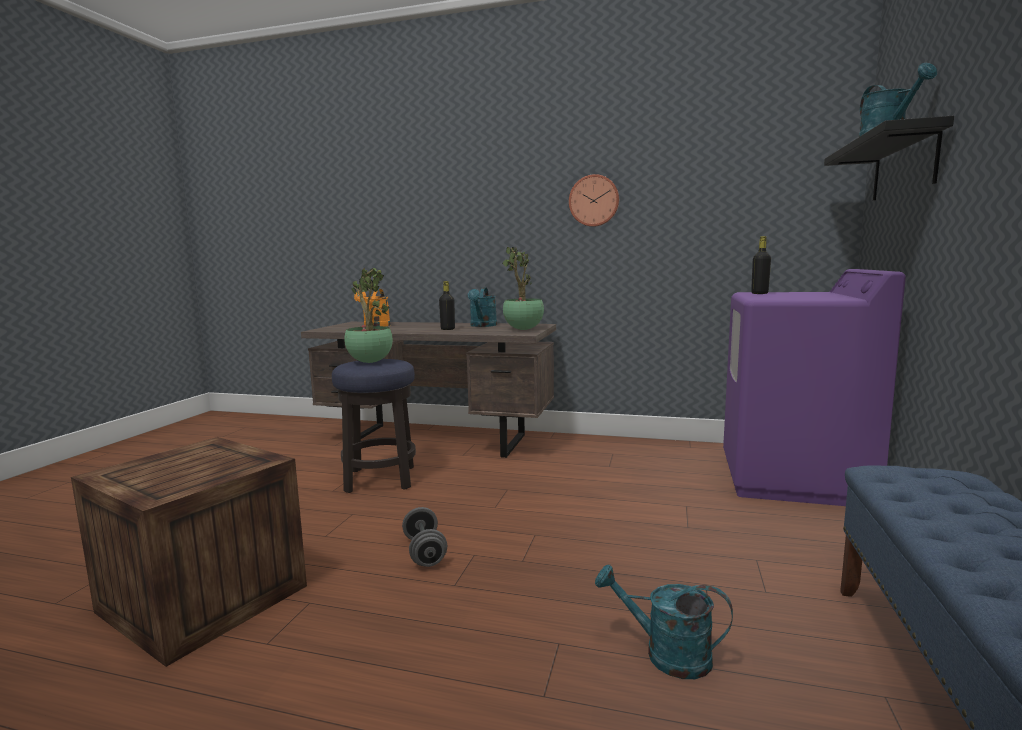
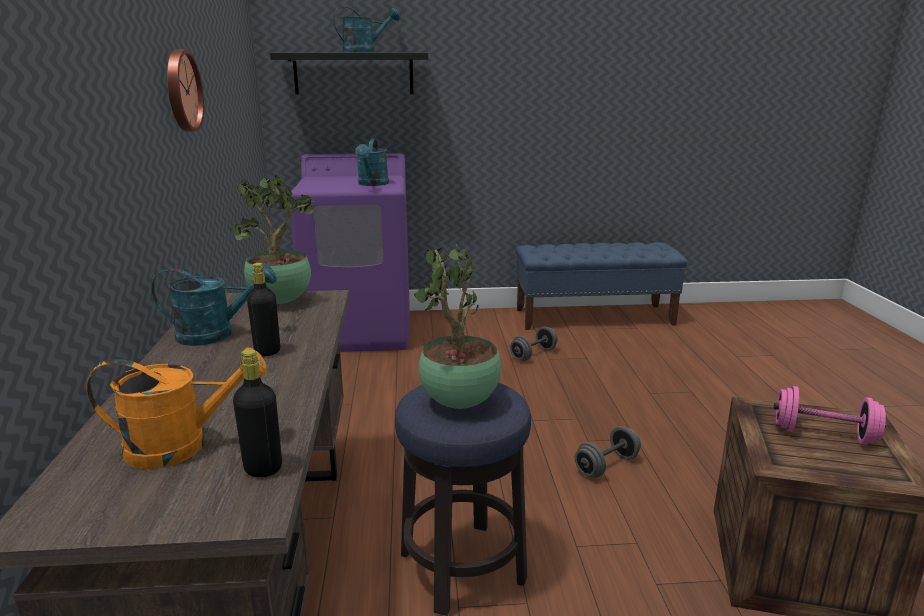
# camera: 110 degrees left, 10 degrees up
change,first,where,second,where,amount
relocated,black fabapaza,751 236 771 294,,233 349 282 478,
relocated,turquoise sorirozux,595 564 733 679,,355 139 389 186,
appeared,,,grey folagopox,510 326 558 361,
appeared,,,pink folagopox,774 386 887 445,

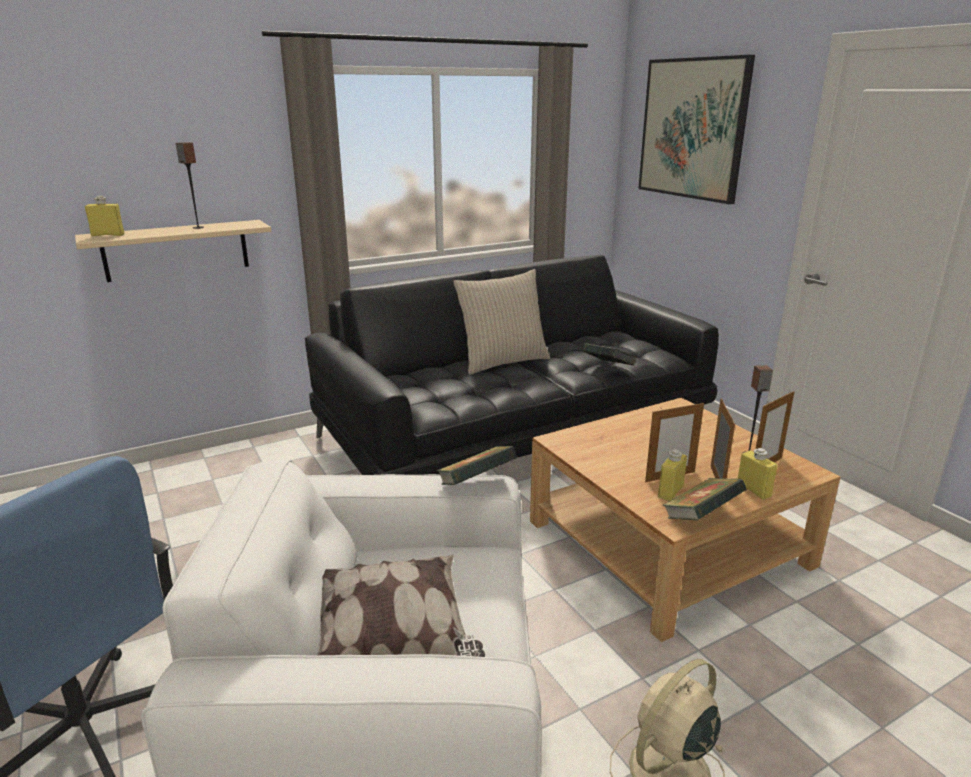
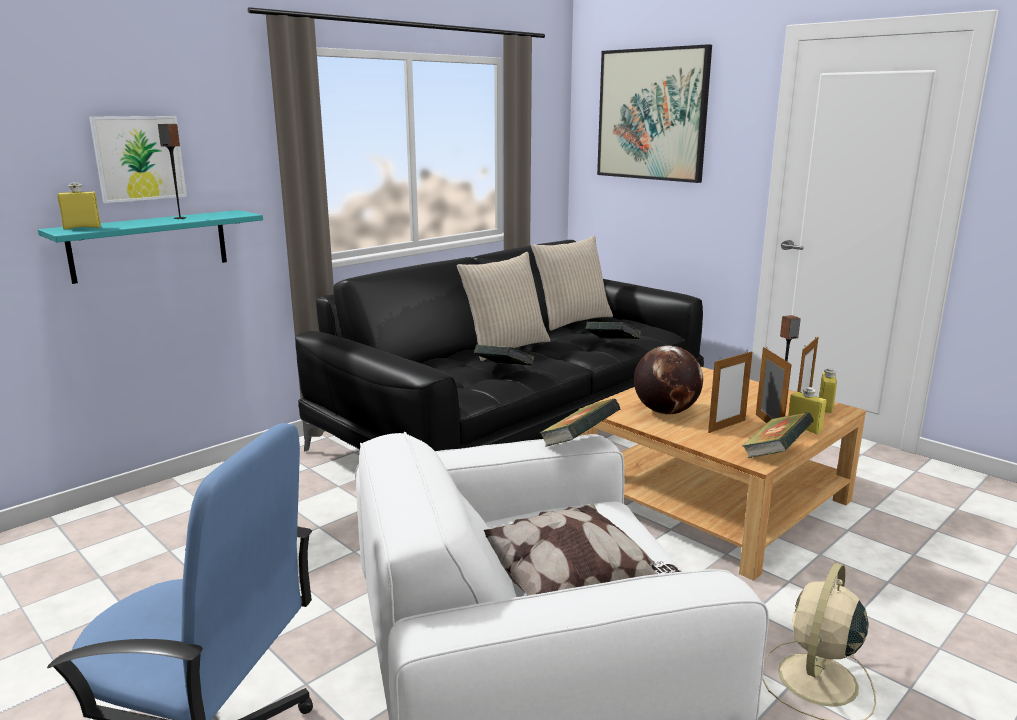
# camera: 15 degrees left, 5 degrees down
change,first,where,second,where,amount
colour,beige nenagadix,75 220 271 282,turquoise nenagadix,38 210 263 284,
relocated,yellow fabapaza,658 450 687 501,,819 368 837 413,
appeared,,,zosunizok,89 116 187 203,
appeared,,,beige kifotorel,531 236 613 331,
appeared,,,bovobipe,474 345 535 365,
appeared,,,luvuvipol,634 345 703 415,

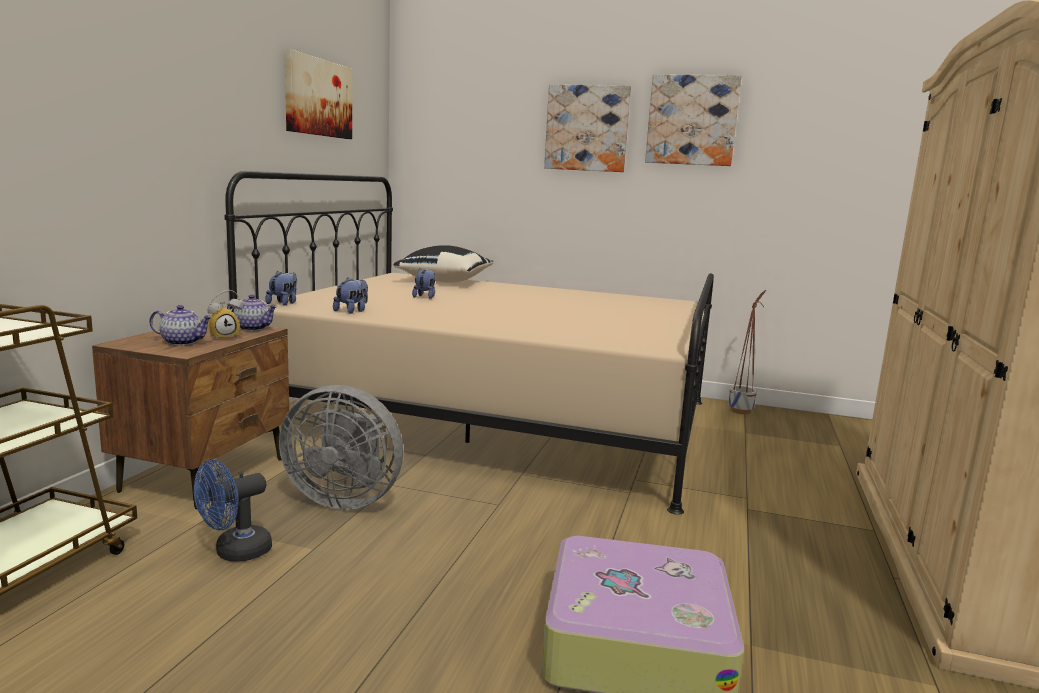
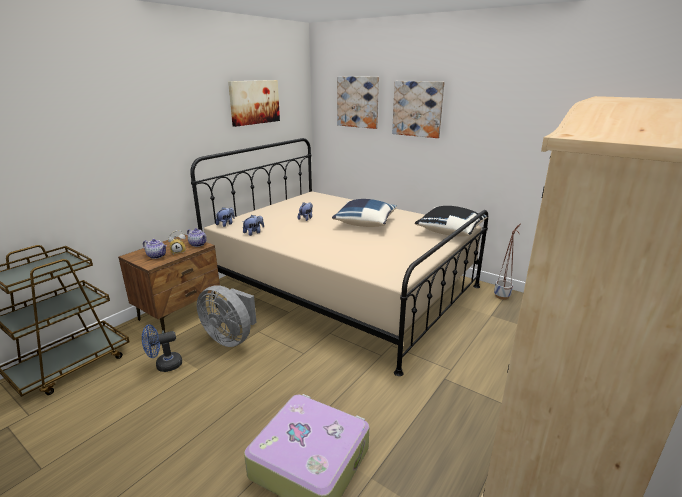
# camera: 20 degrees right, 10 degrees up
change,first,where,second,where,amount
relocated,zosunizok,645 74 741 166,,337 76 379 129,
relocated,black kifotorel,393 245 493 283,,415 206 488 237,
appeared,,,blue kifotorel,332 199 397 227,

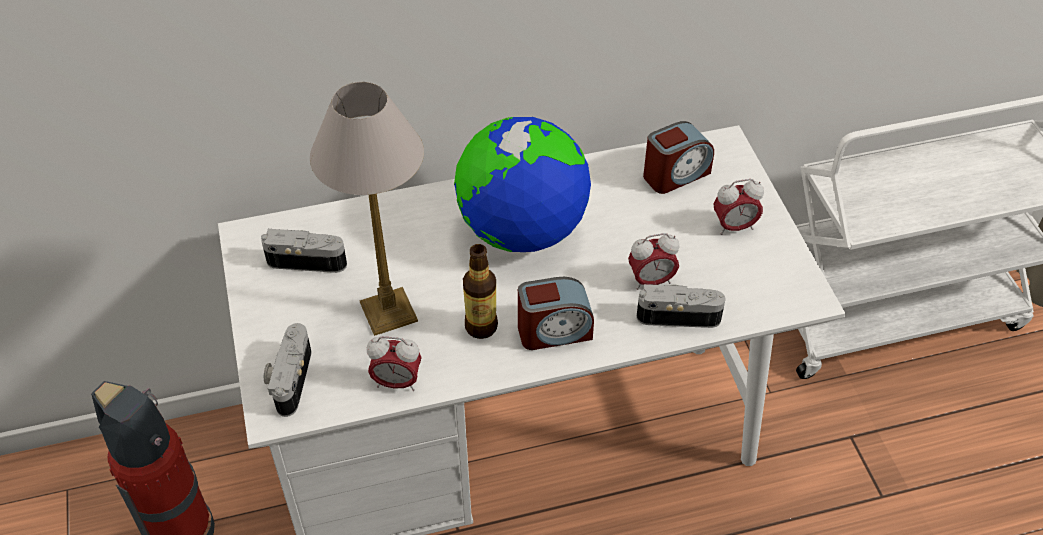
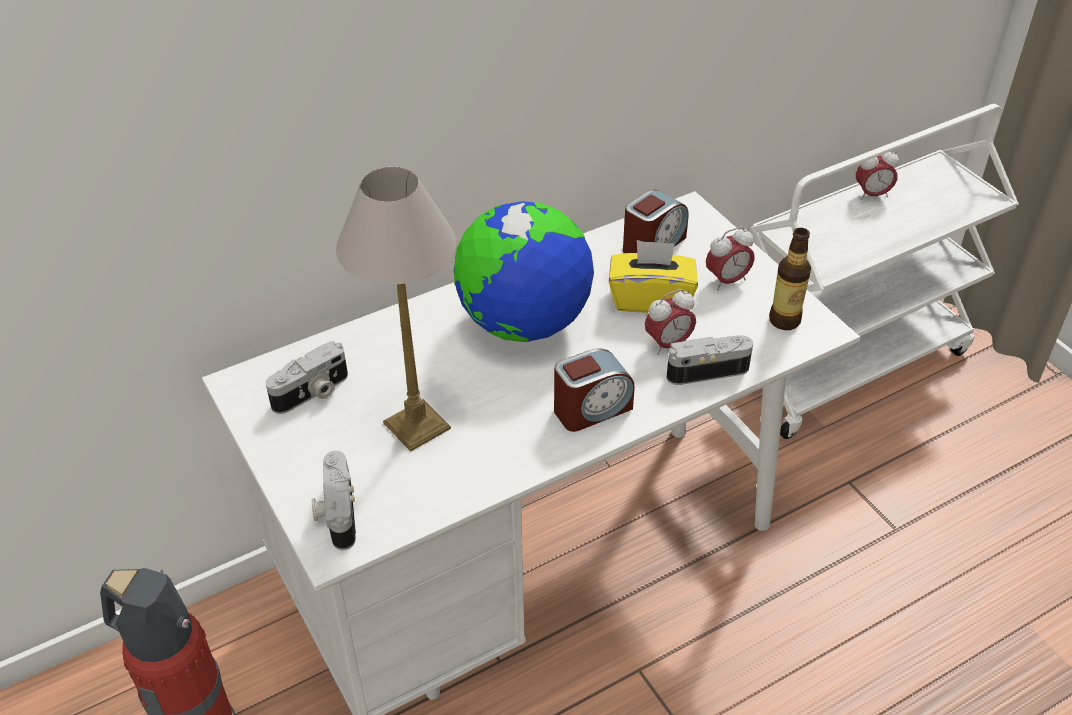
# camera: 15 degrees left, 5 degrees down
change,first,where,second,where,amount
spun,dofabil,261 229 347 273,,266 341 348 414,150 degrees clockwise
relocated,fabapaza,463 244 498 339,,769 228 811 330,
relocated,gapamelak,367 336 422 391,,856 151 899 200,
appeared,,,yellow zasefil,609 240 698 313,

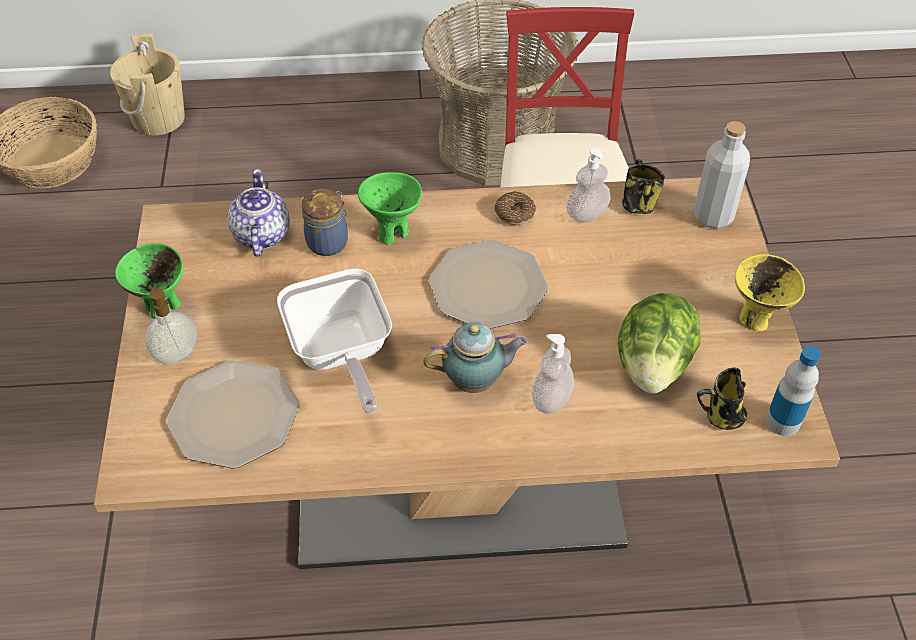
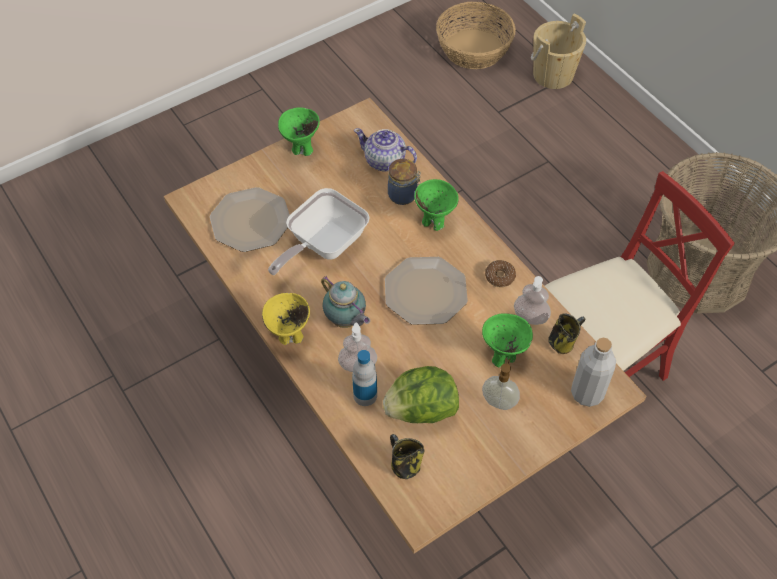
# camera: 60 degrees right, 5 degrees up
change,first,where,second,where,amount
spun,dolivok,228 169 290 257,,354 128 417 171,120 degrees counterclockwise
relocated,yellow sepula,735 254 805 332,,262 293 310 345,
relocated,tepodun,145 285 197 365,,482 358 520 410,
relocated,fabapaza,766 346 821 436,,352 350 377 406,
appeared,,,green sepula,482 313 533 368,

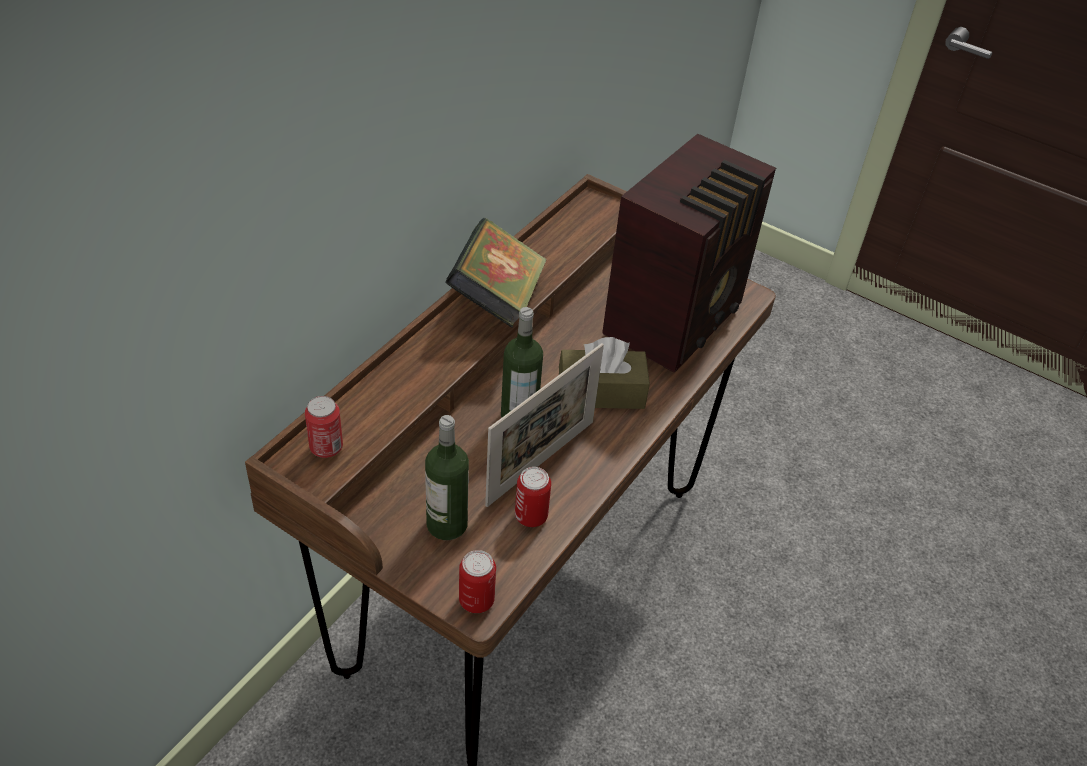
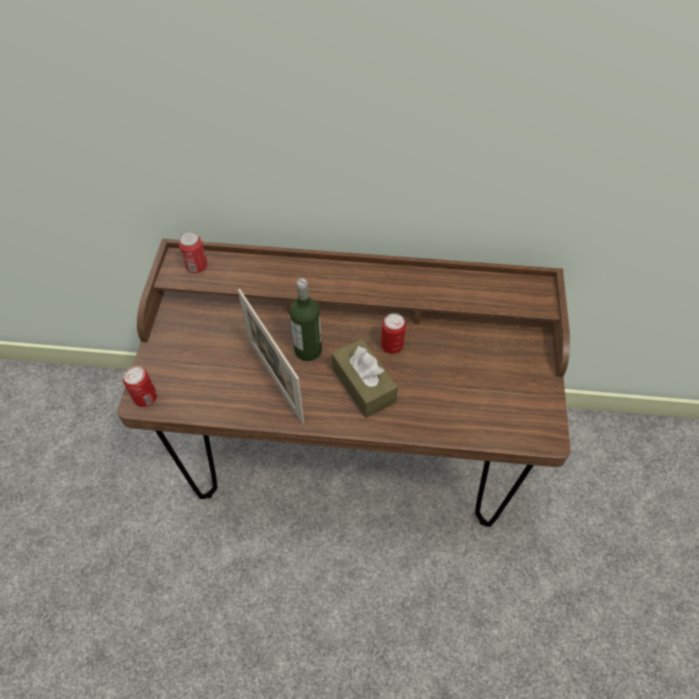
# camera: 65 degrees right, 10 degrees up
change,first,where,second,where,amount
missing,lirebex,602 134 776 373,,,
missing,bovobipe,445 218 547 328,,,
spun,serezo,485 343 604 507,,238 289 304 424,45 degrees clockwise
missing,fabapaza,425 415 469 540,,,
relocated,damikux,515 467 551 527,,381 313 406 354,

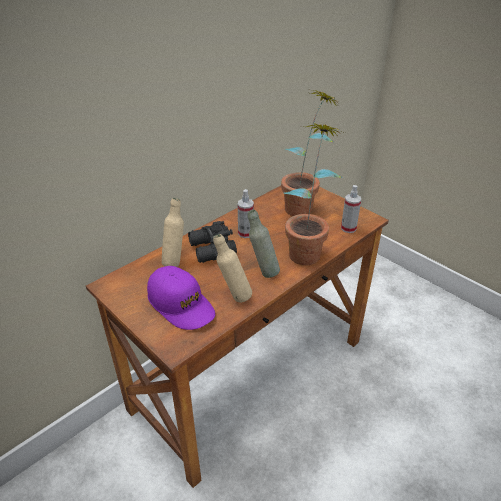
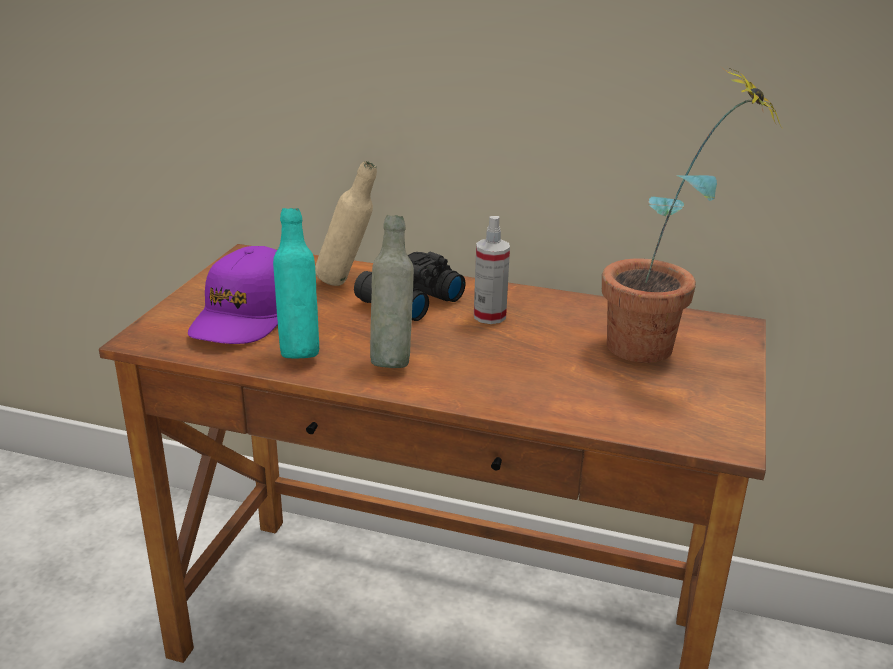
# camera: 60 degrees right, 10 degrees down
change,first,where,second,where,amount
missing,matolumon,284 123 345 265,,,
missing,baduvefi,341 185 361 233,,,
colour,beige fabapaza,213 234 252 303,turquoise fabapaza,273 208 319 359,

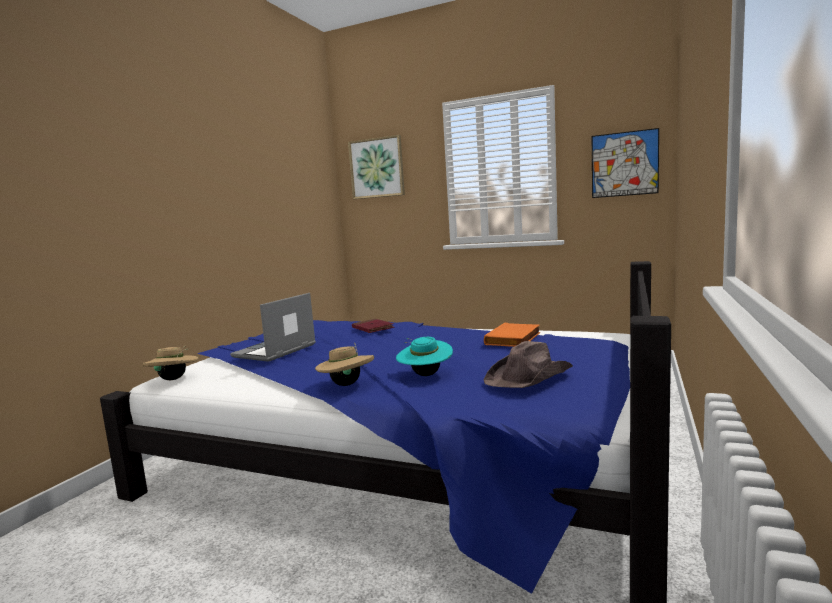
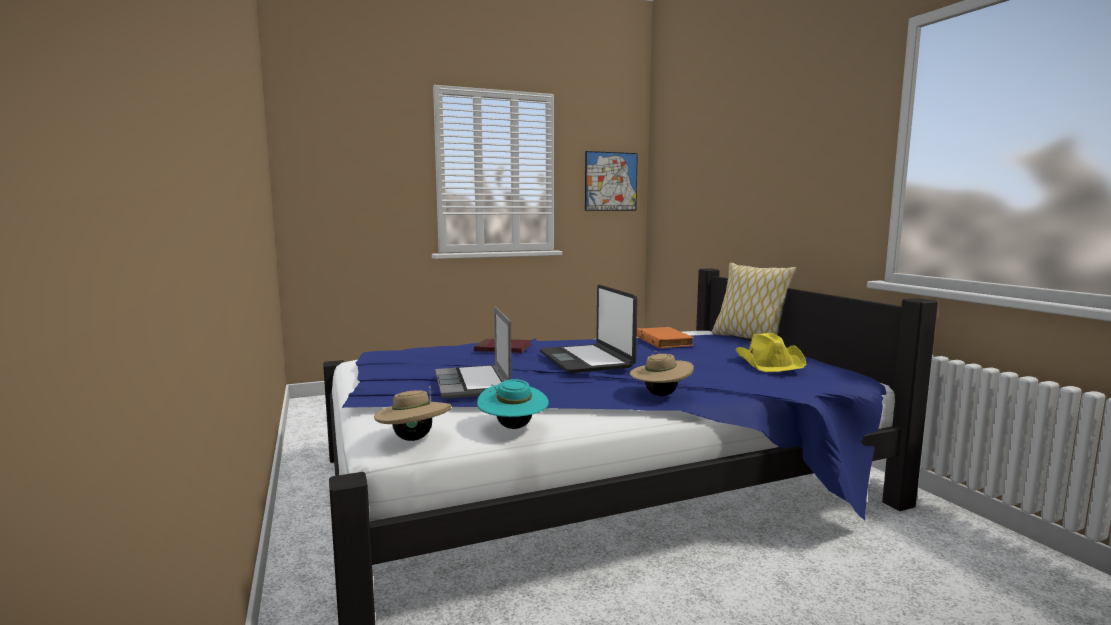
# camera: 45 degrees left, 0 degrees up
change,first,where,second,where,amount
missing,zosunizok,348 135 405 199,,,
relocated,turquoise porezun,396 337 453 376,,477 379 549 429,
colour,brown porezun,483 341 573 388,yellow porezun,735 333 806 372,
appeared,,,kifotorel,712 263 796 339,
appeared,,,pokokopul,540 285 638 373,

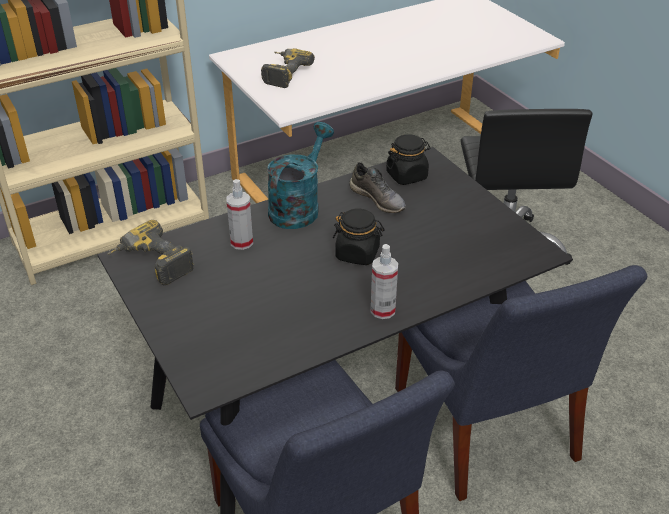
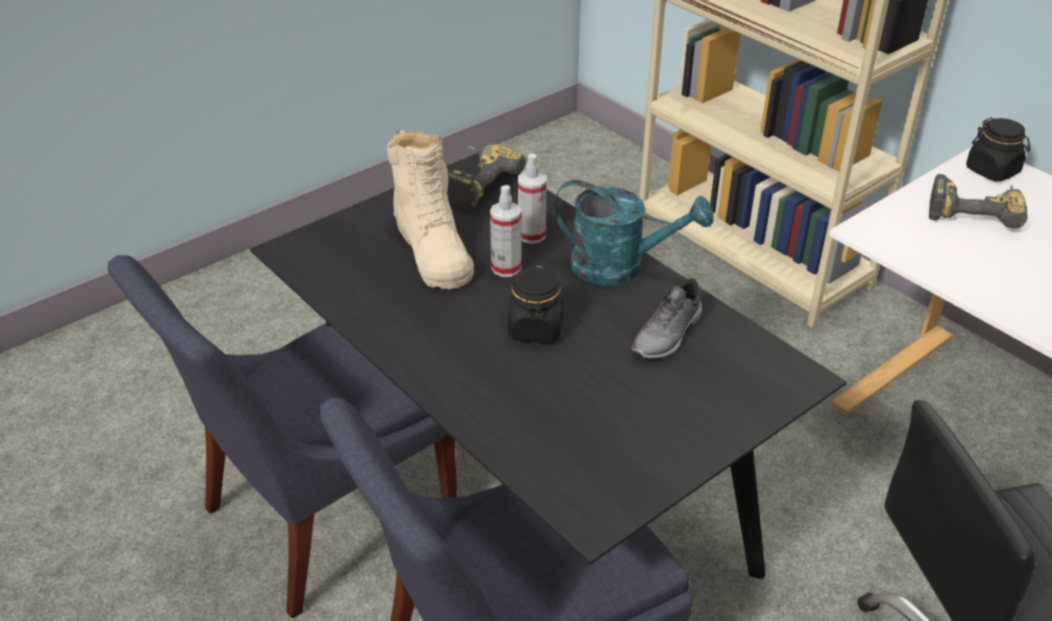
# camera: 80 degrees right, 0 degrees up
change,first,where,second,where,amount
relocated,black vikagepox,386 134 431 185,,966 117 1031 182,
relocated,baduvefi,371 244 398 319,,490 185 521 277,
appeared,,,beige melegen,387 130 474 290,

